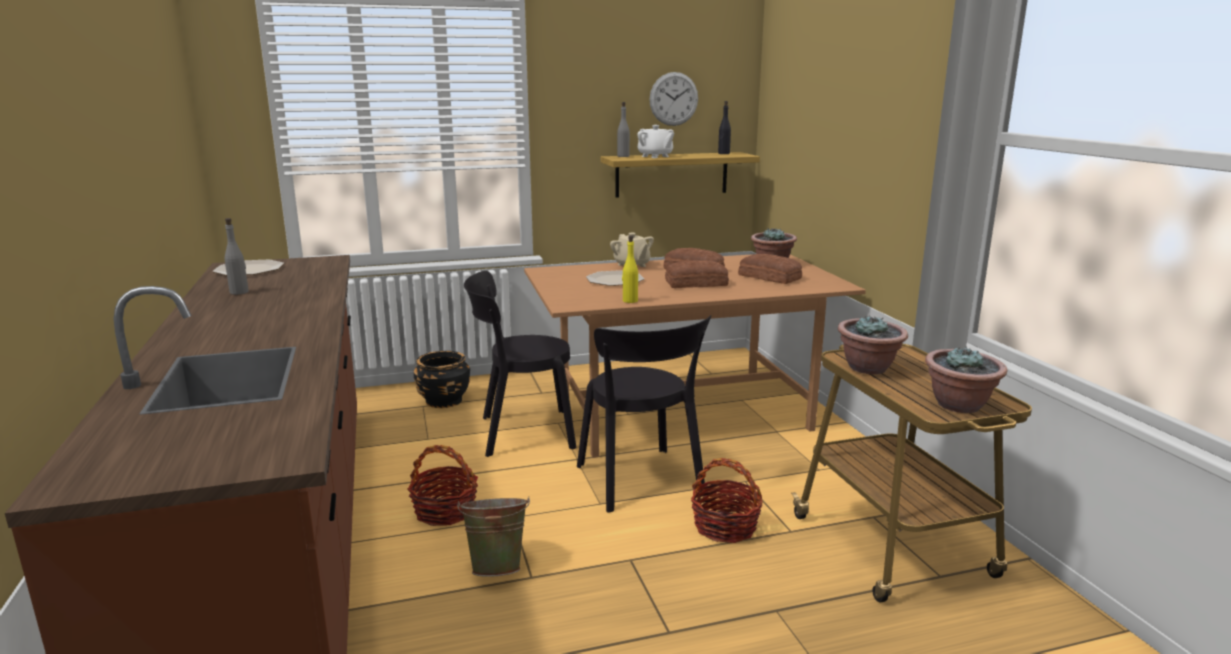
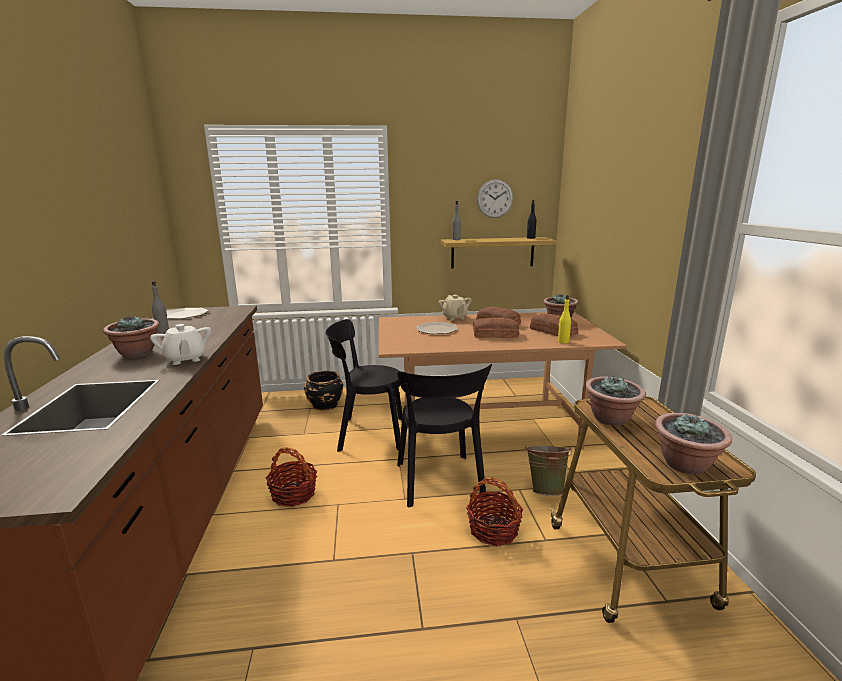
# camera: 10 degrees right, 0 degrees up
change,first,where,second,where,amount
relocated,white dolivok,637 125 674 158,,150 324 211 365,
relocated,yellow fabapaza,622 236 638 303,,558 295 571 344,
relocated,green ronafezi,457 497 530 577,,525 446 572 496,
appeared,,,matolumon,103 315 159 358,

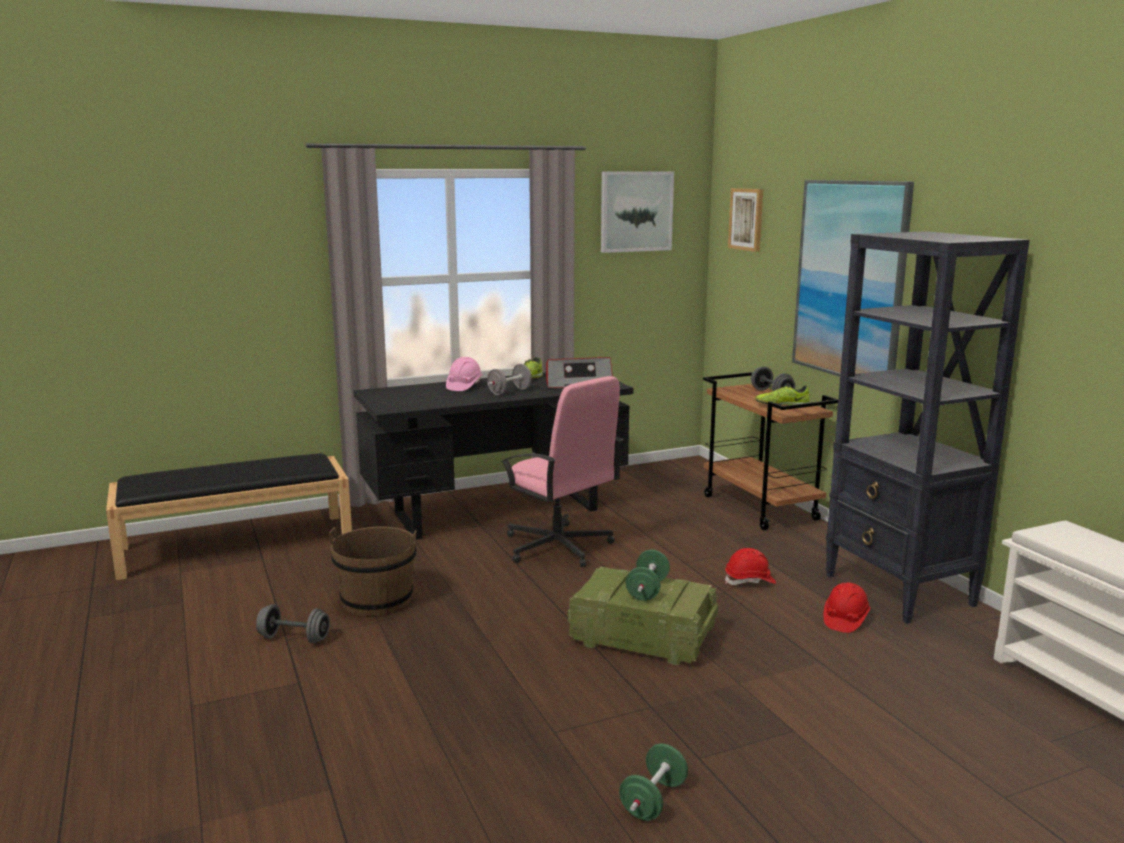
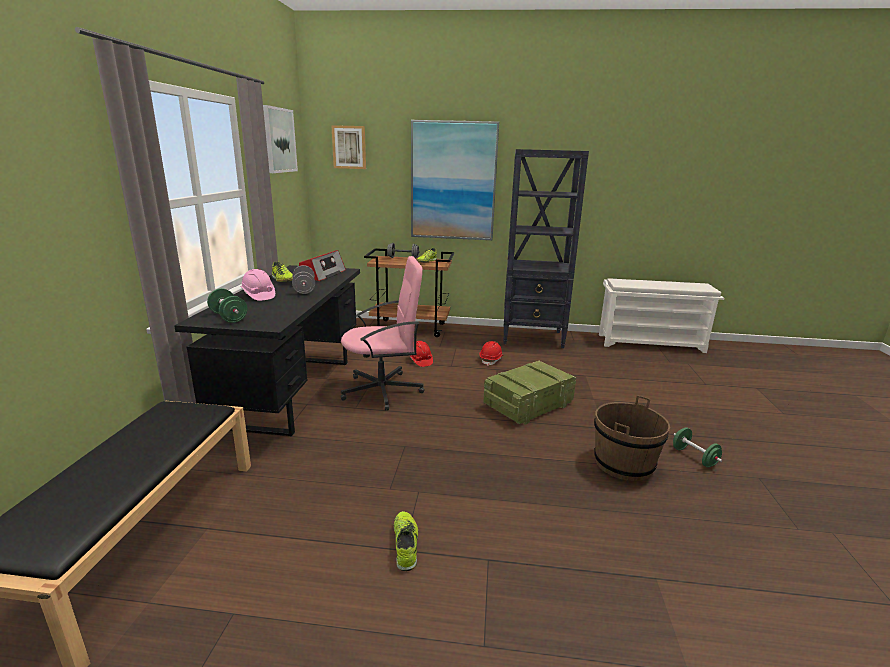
# camera: 60 degrees left, 5 degrees up
change,first,where,second,where,amount
relocated,brown ronafezi,329 527 417 616,,594 395 670 481,
relocated,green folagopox,626 550 670 601,,207 288 247 323,
relocated,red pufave,823 582 871 633,,408 341 433 367,
exchanged,grey folagopox,256 604 330 643,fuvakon,394 511 418 571,

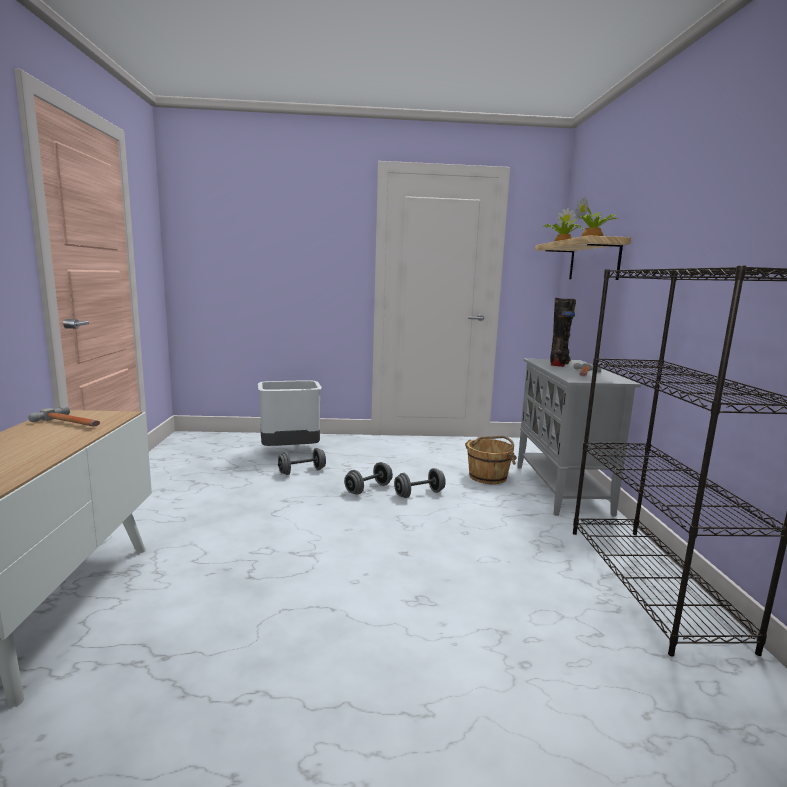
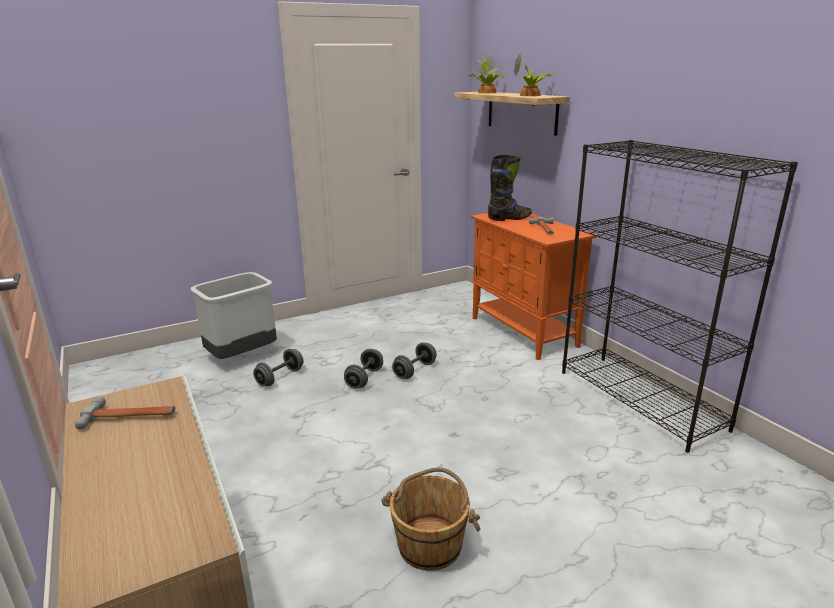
# camera: 25 degrees left, 10 degrees up
change,first,where,second,where,amount
spun,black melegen,550 298 576 367,,488 154 532 221,75 degrees clockwise
colour,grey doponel,517 359 641 516,orange doponel,471 213 597 360,
relocated,brown ronafezi,465 436 517 484,,381 467 481 571,

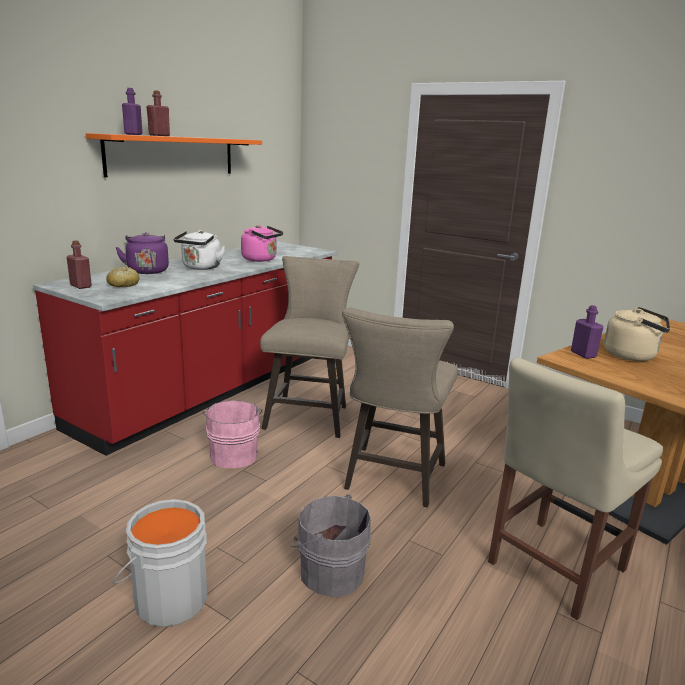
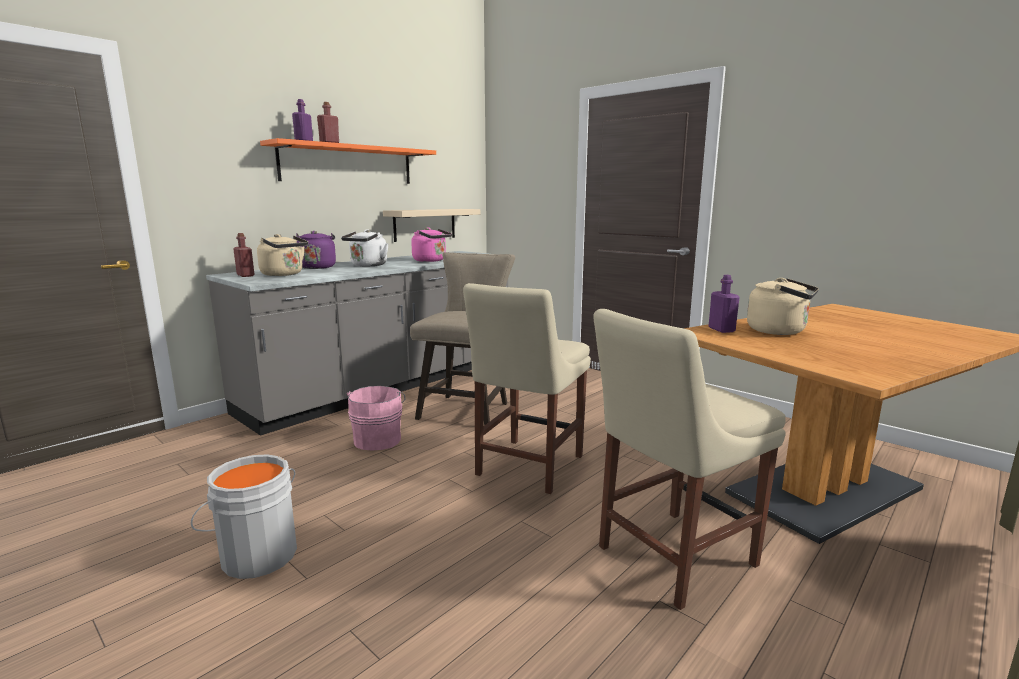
# camera: 10 degrees right, 5 degrees down
change,first,where,second,where,amount
colour,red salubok,33 241 337 456,grey salubok,206 251 508 436,
exchanged,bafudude,106 266 139 287,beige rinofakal,257 234 308 276,
exchanged,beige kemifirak,342 308 458 507,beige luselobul,463 283 591 494,
missing,grey ronafezi,291 494 371 597,,,
appeared,,,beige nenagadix,383 209 481 242,

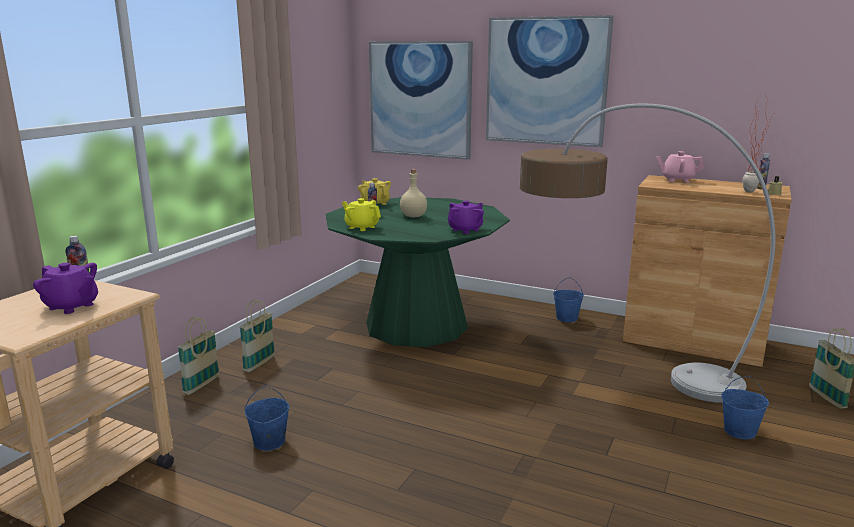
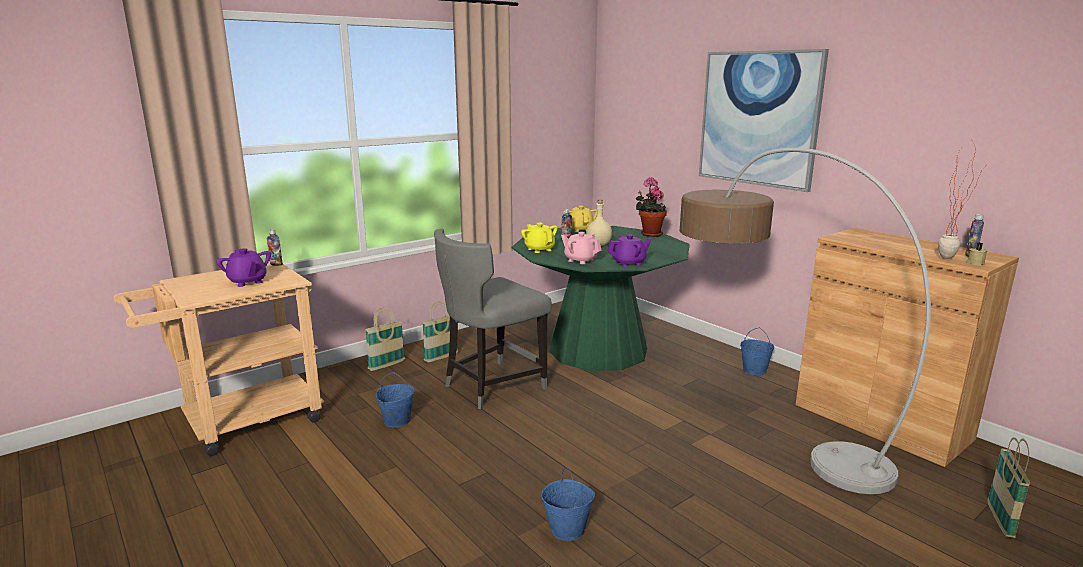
# camera: 25 degrees right, 0 degrees up
change,first,where,second,where,amount
missing,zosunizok,369 41 473 160,,,
relocated,pink dolivok,656 151 704 183,,561 232 601 264,
relocated,blue ronafezi,722 376 769 439,,541 468 595 541,
appeared,,,matolumon,636 177 667 237,
appeared,,,grey luselobul,434 229 552 409,

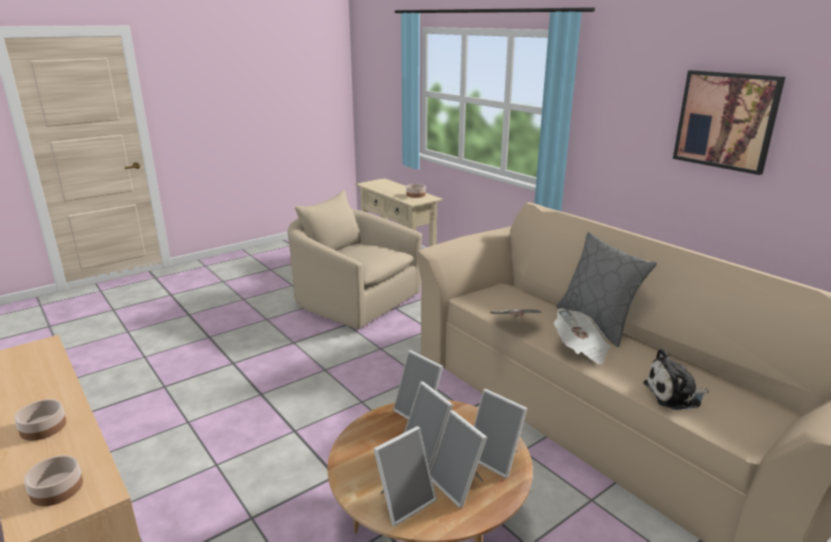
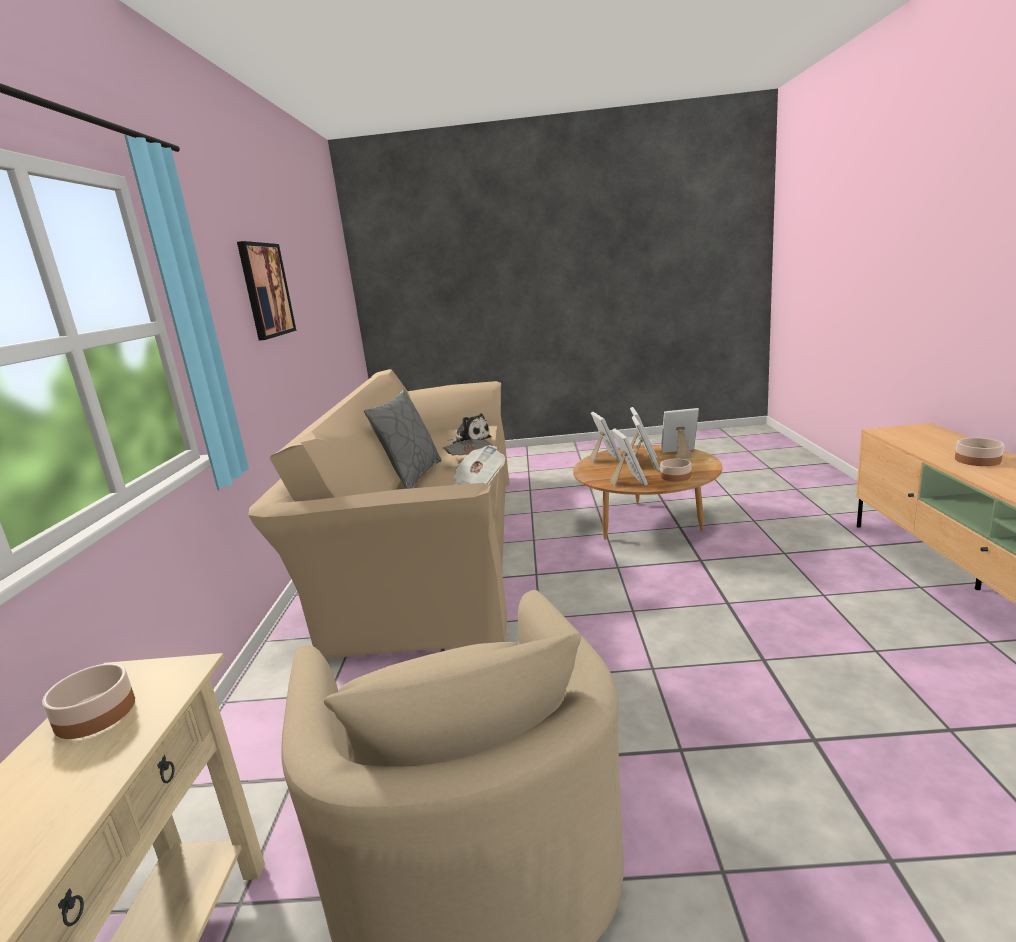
# camera: 140 degrees left, 5 degrees down
change,first,where,second,where,amount
relocated,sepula,24 455 83 506,,660 458 691 482,

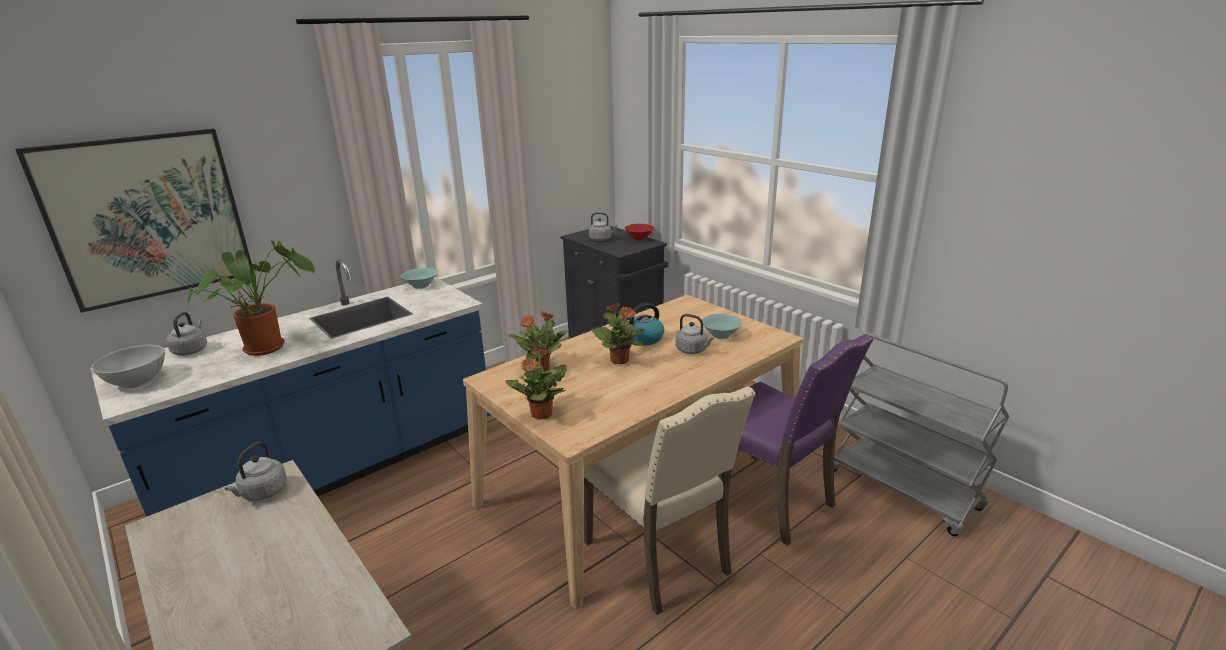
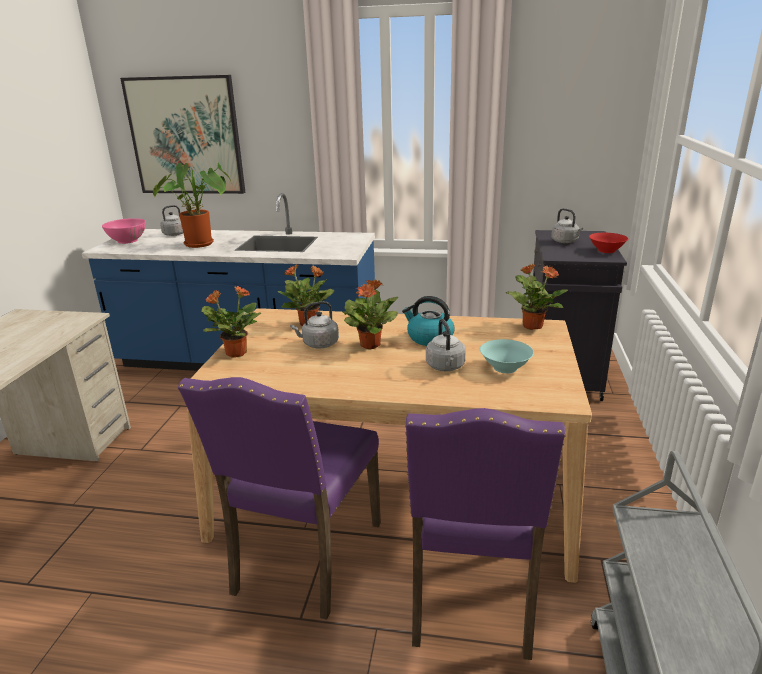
# camera: 50 degrees right, 0 degrees up
change,first,where,second,where,amount
missing,turquoise sepula,401 268 437 289,,,
colour,white sepula,92 345 165 389,pink sepula,102 218 146 244,
colour,beige luselobul,584 386 756 615,purple luselobul,178 377 381 620,
relocated,grey rinofakal,225 442 287 501,,290 301 339 348,
appeared,,,matolumon,506 263 568 330,

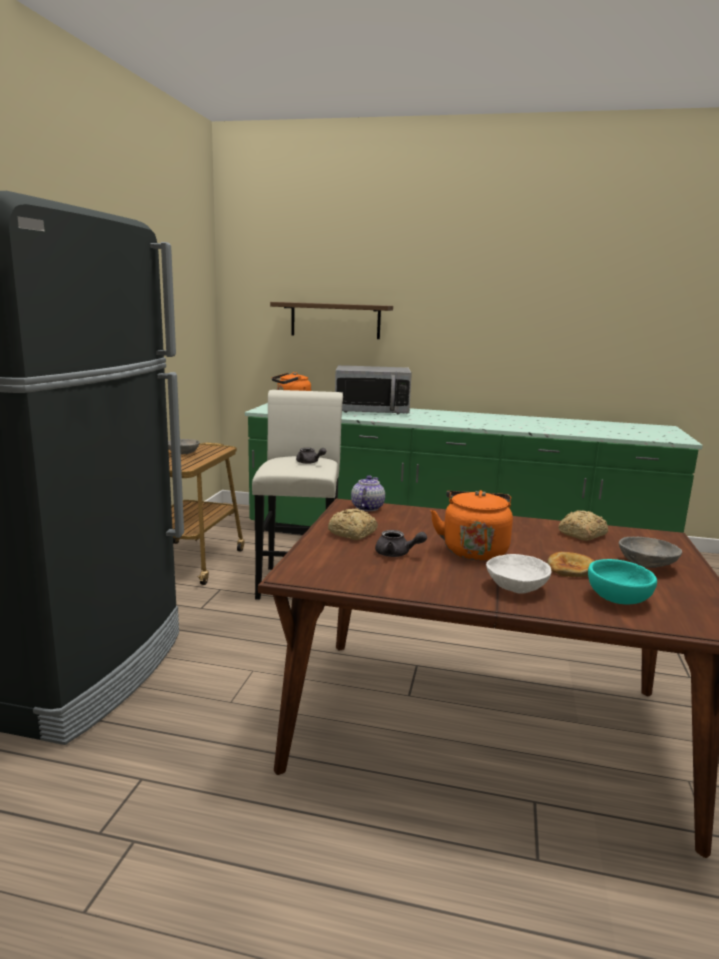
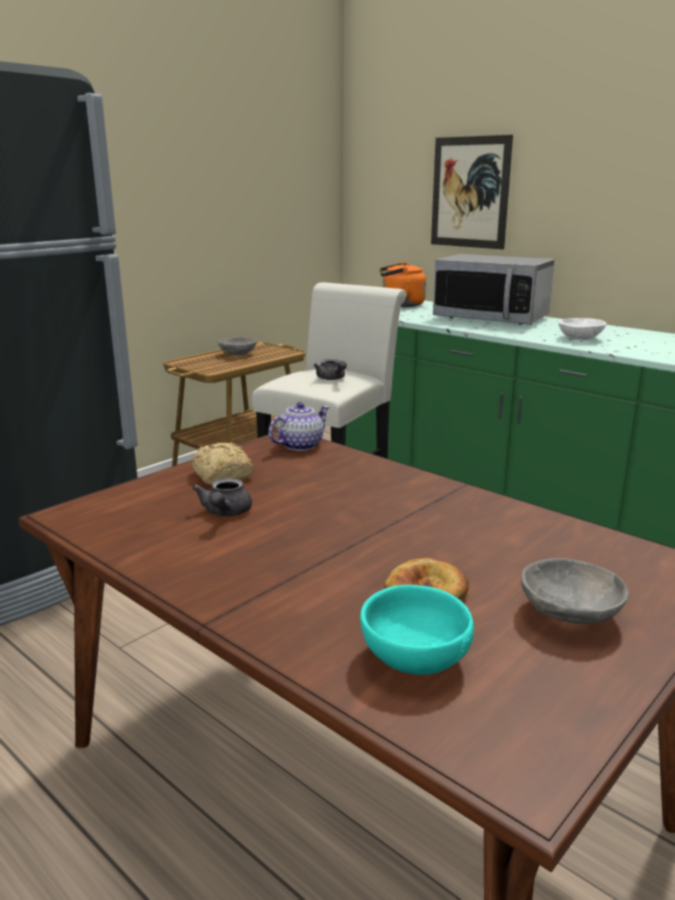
# camera: 30 degrees right, 5 degrees up
change,first,where,second,where,amount
exchanged,nenagadix,270 302 393 339,zosunizok,431 135 513 249,
missing,orange rinofakal,430 490 513 561,,,
missing,bafudude,558 510 608 541,,,
spun,grey dolivok,375 530 427 557,,192 478 252 517,45 degrees clockwise
relocated,white sepula,486 554 551 594,,558 318 606 340,

